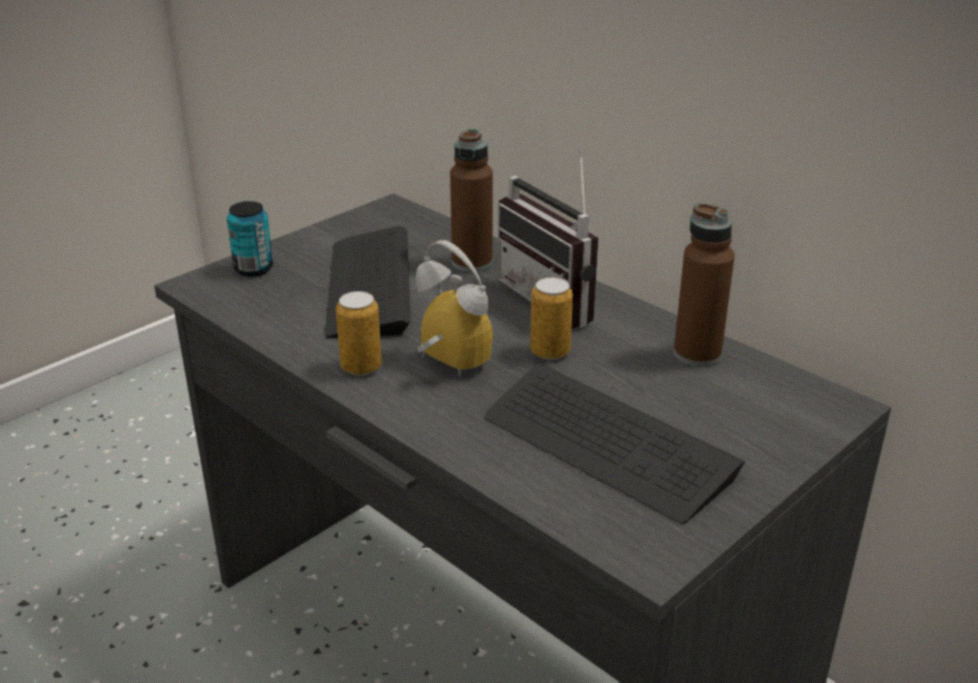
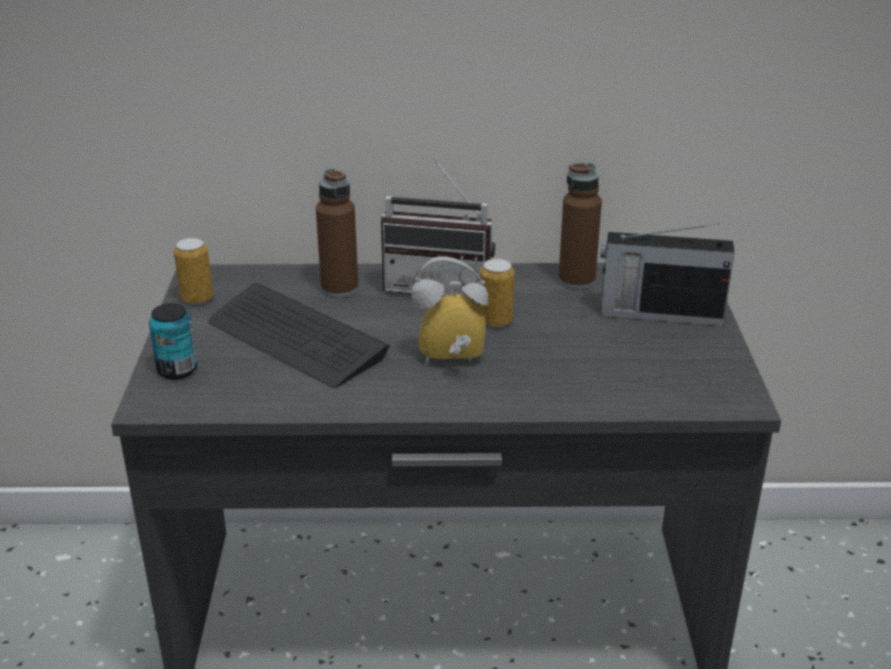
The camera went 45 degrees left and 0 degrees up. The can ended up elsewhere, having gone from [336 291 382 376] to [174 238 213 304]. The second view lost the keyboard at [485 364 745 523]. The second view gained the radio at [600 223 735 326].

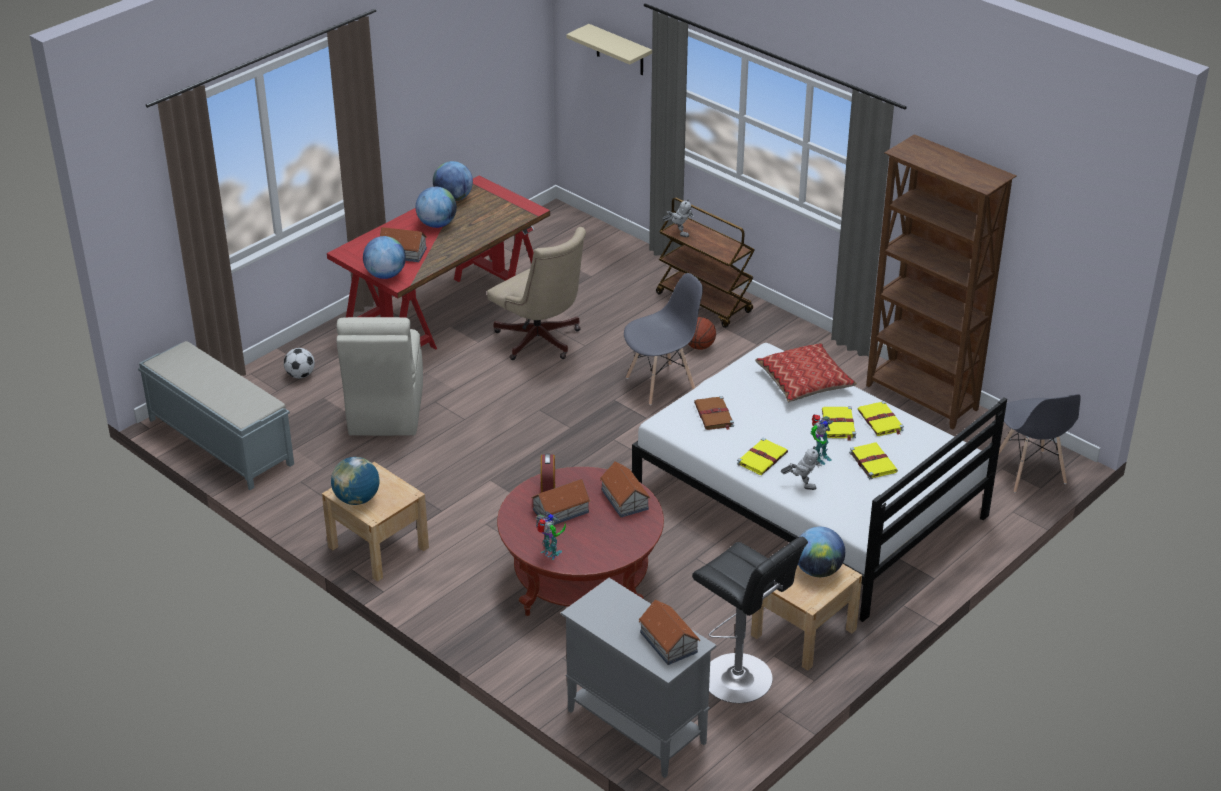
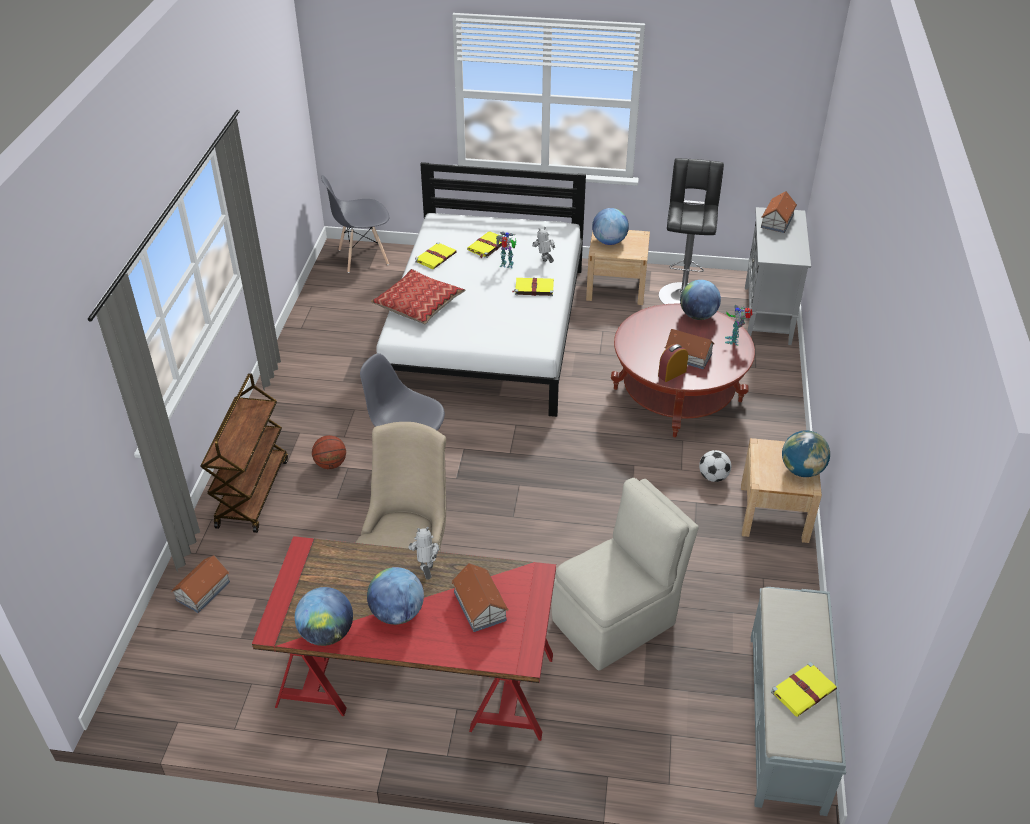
The camera went 125 degrees left and 5 degrees up. The second view lost the beige shelf at [566 24 652 75]. The second view lost the brown bookcase at [866 134 1016 429]. The toy robot ended up elsewhere, having gone from [663 199 694 237] to [408 527 440 580]. The globe ended up elsewhere, having gone from [363 236 406 279] to [680 280 721 320]. The football ended up elsewhere, having gone from [284 348 315 378] to [699 450 731 482]. The grey chair at [998 394 1081 493] ended up facing another way, 150 degrees counterclockwise from before. The second view lost the brown book at [694 396 734 430]. The yellow book ended up elsewhere, having gone from [822 407 856 441] to [771 662 837 717]. The toy house ended up elsewhere, having gone from [600 461 651 517] to [171 555 230 613].

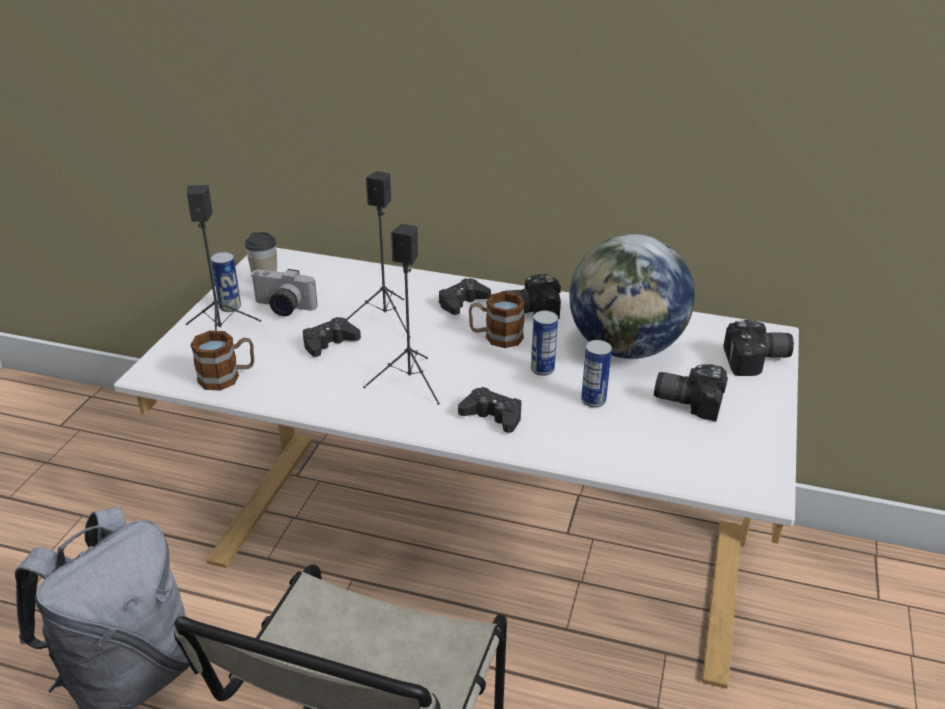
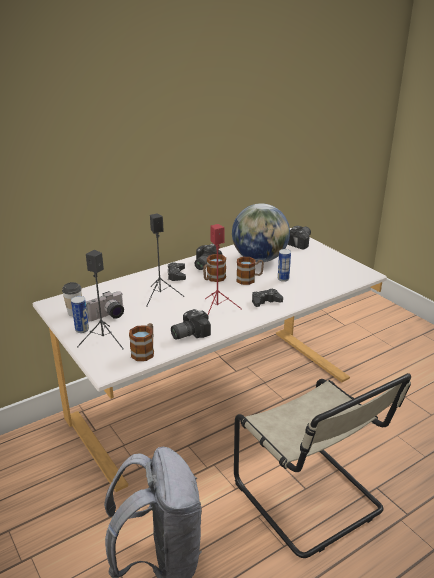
The camera went 50 degrees left and 5 degrees down. What was the black speaker at [363 224 440 405] turned into the red speaker at [205 224 242 315]. Where the can stood at [531 310 558 376], the mug came to stand at [236 257 264 285]. The second view lost the black game controller at [303 317 361 357]. The photo camera ended up elsewhere, having gone from [654 364 728 422] to [171 309 211 340].

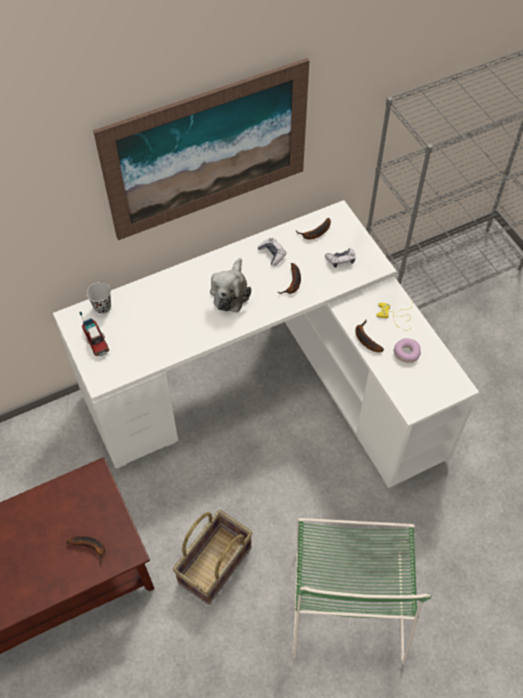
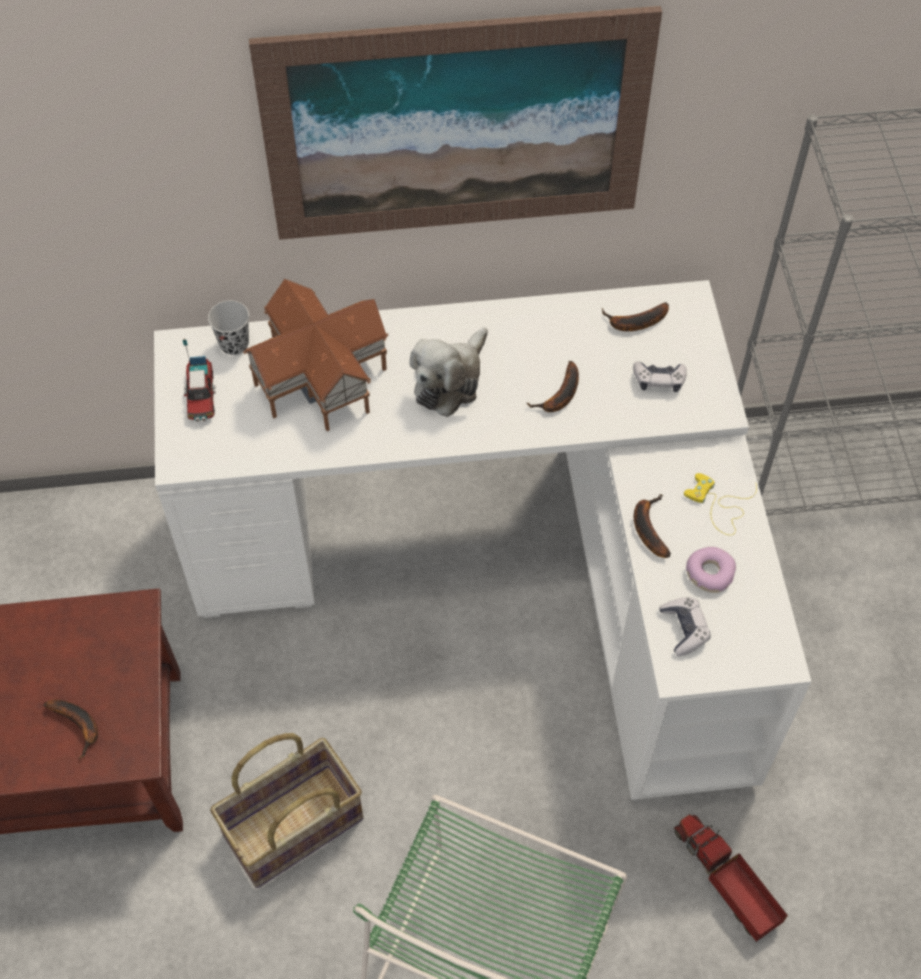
The camera went 20 degrees right and 0 degrees up. The game controller ended up elsewhere, having gone from [257 238 286 266] to [659 597 711 656]. The second view gained the toy house at [243 279 389 431]. The second view gained the toy truck at [673 814 788 942].

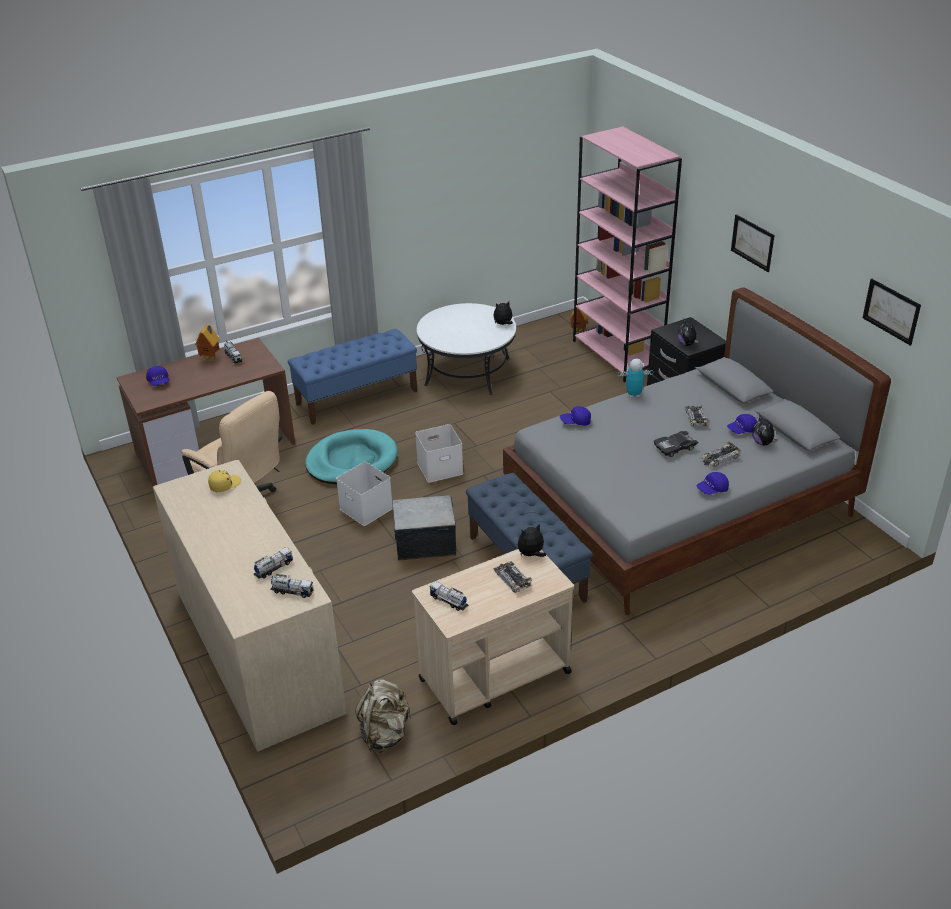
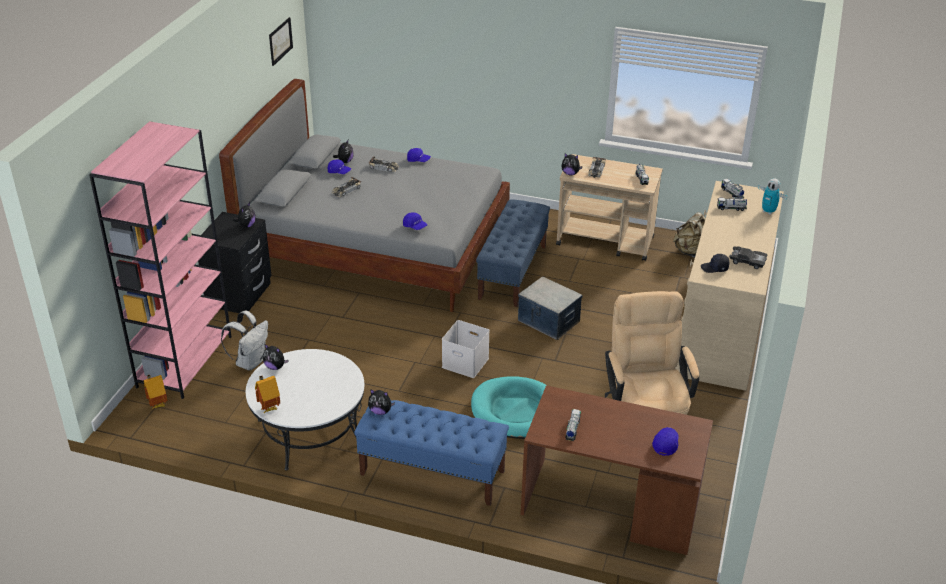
The camera went 135 degrees left and 0 degrees up. The second view lost the picture at [731 214 775 272]. The toy house ended up elsewhere, having gone from [195 324 220 362] to [255 376 280 414]. The toy robot ended up elsewhere, having gone from [618 359 653 397] to [758 179 787 215]. The black toy car ended up elsewhere, having gone from [654 431 698 457] to [729 246 768 269]. The second view lost the white storage box at [336 462 393 526]. What was the yellow cap at [208 470 241 492] turned into the black cap at [701 254 730 273]. The second view gained the white backpack at [221 310 268 371]. The second view gained the plush toy at [368 389 395 415].

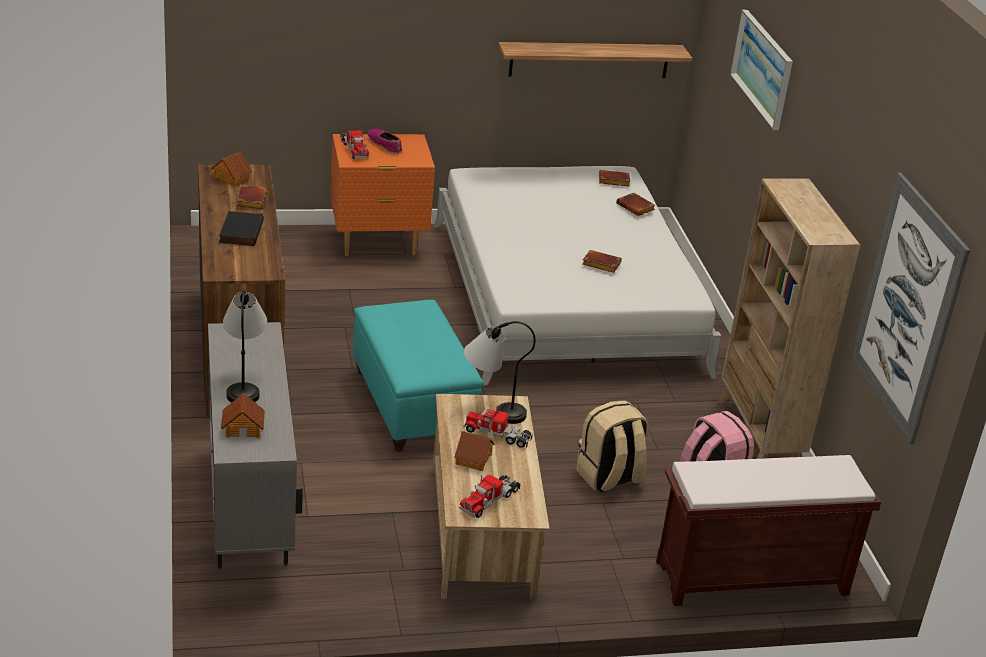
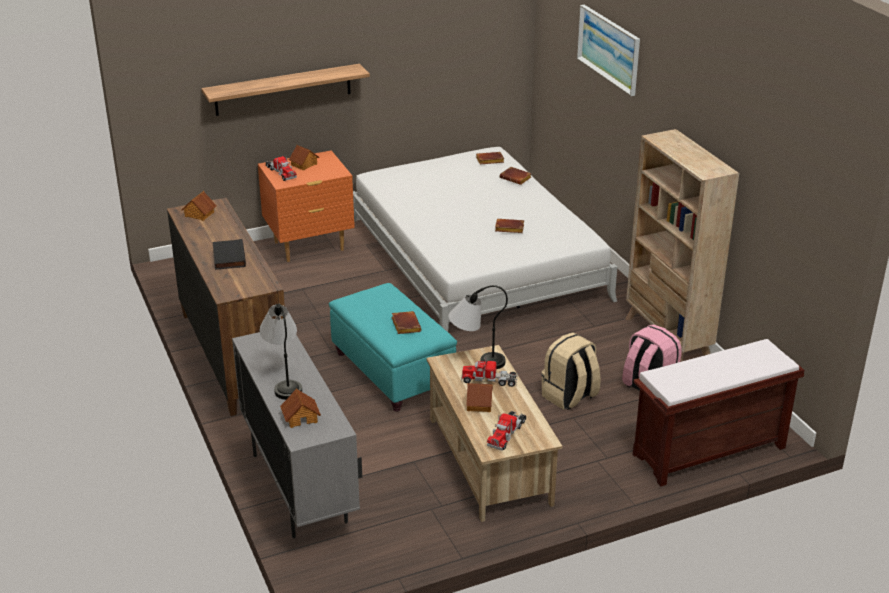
The camera went 10 degrees left and 0 degrees up. The shelf ended up elsewhere, having gone from [498 42 692 78] to [201 64 370 116]. Where the shoe stood at [368 128 402 154], the toy house came to stand at [289 145 320 171]. The second view lost the picture at [851 172 970 444]. The brown book ended up elsewhere, having gone from [236 184 268 209] to [392 311 422 334].

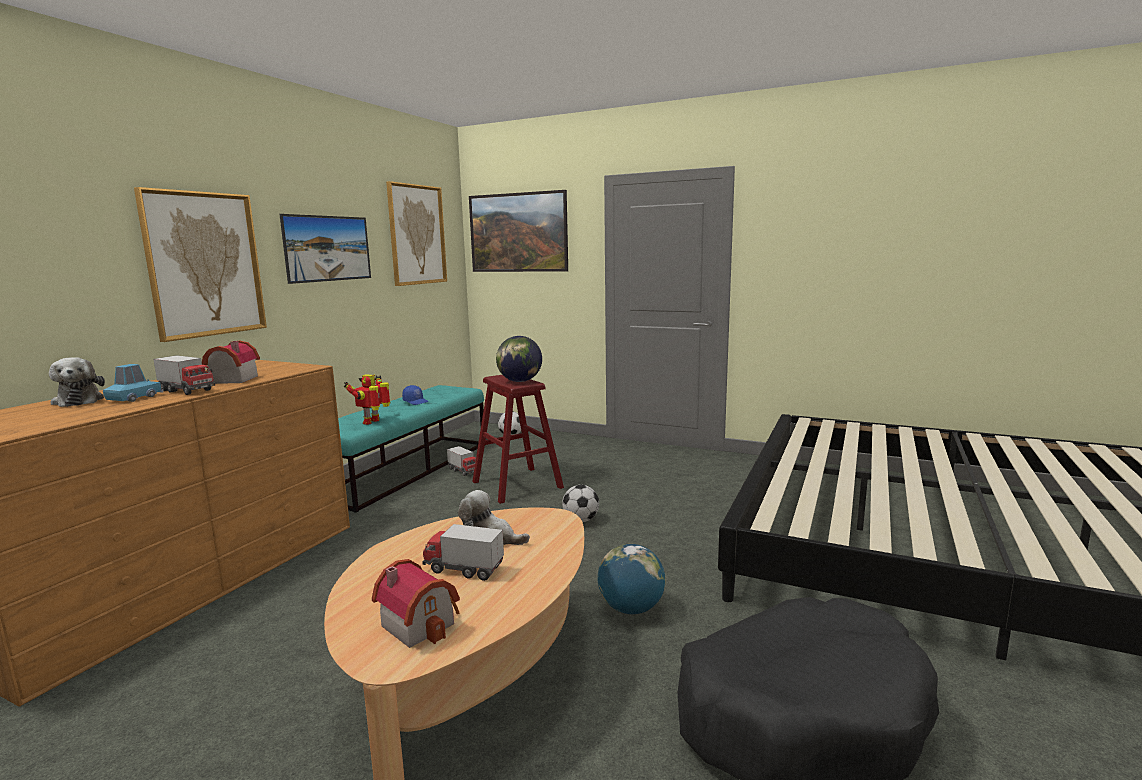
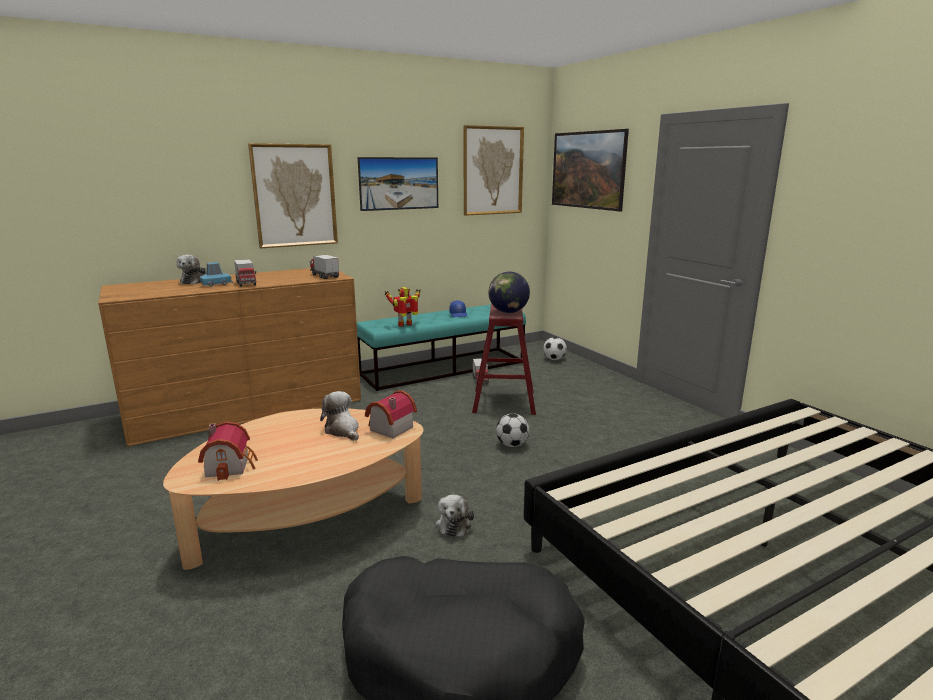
The camera went 35 degrees right and 5 degrees up. The toy house ended up elsewhere, having gone from [202 340 260 384] to [365 391 417 438]. The toy truck ended up elsewhere, having gone from [422 524 504 581] to [310 255 339 279]. Where the globe stood at [598 544 665 614], the plush toy came to stand at [436 494 474 537].

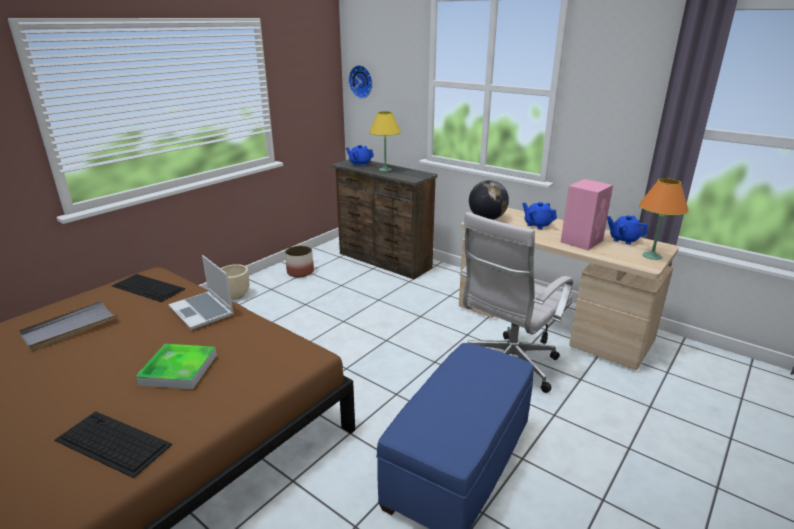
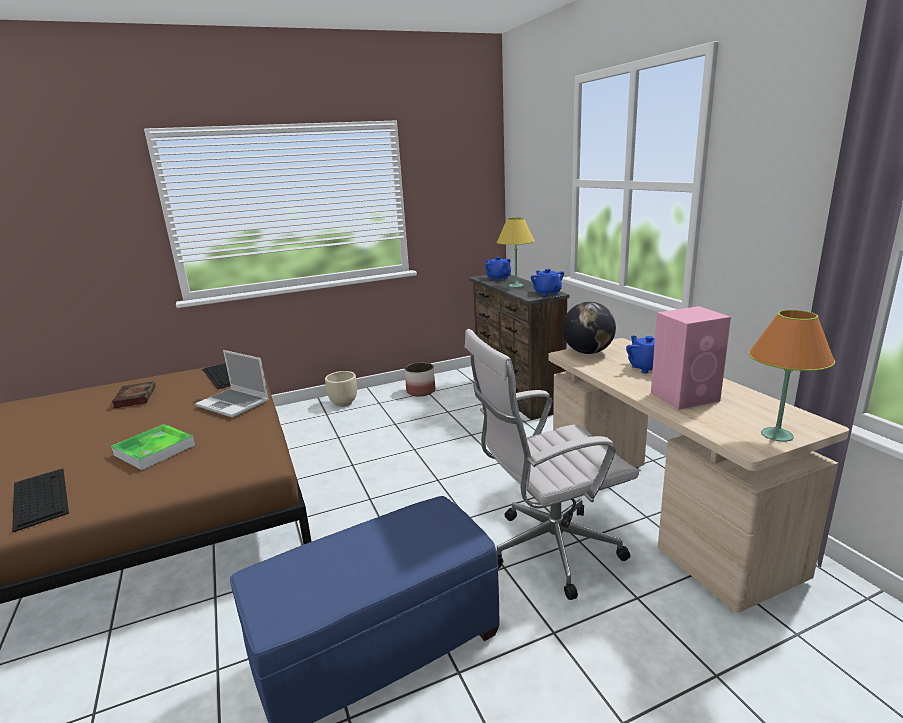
The camera went 30 degrees right and 5 degrees down. The second view lost the wall clock at [349 65 373 99]. The blue teapot ended up elsewhere, having gone from [607 215 648 245] to [531 269 564 296]. The laptop at [168 255 234 330] ended up facing another way, 45 degrees counterclockwise from before. Where the grey tray stood at [18 300 117 351], the book came to stand at [112 381 156 408].

